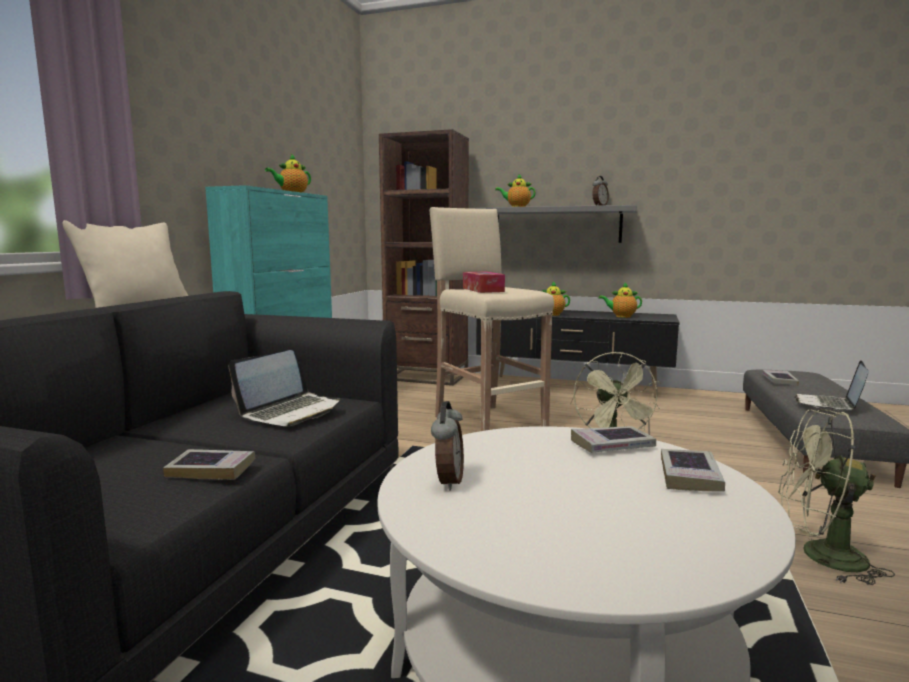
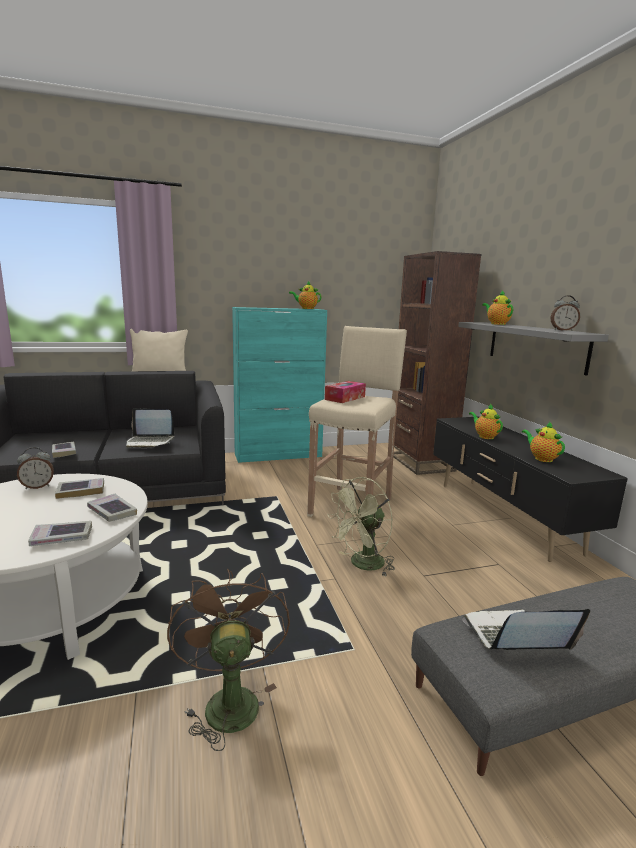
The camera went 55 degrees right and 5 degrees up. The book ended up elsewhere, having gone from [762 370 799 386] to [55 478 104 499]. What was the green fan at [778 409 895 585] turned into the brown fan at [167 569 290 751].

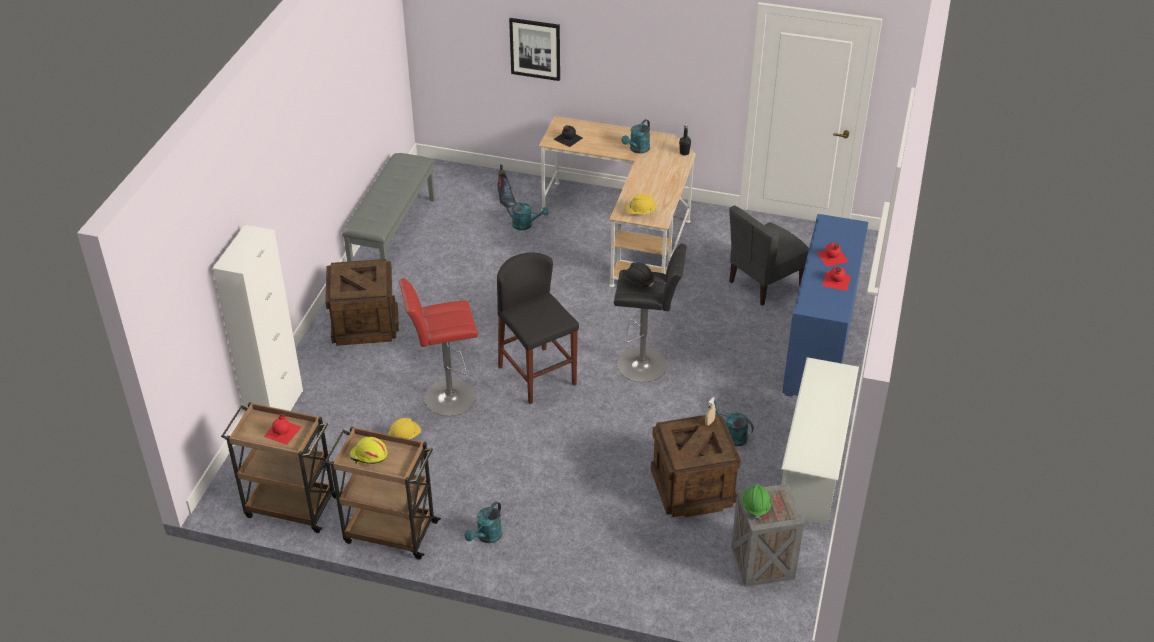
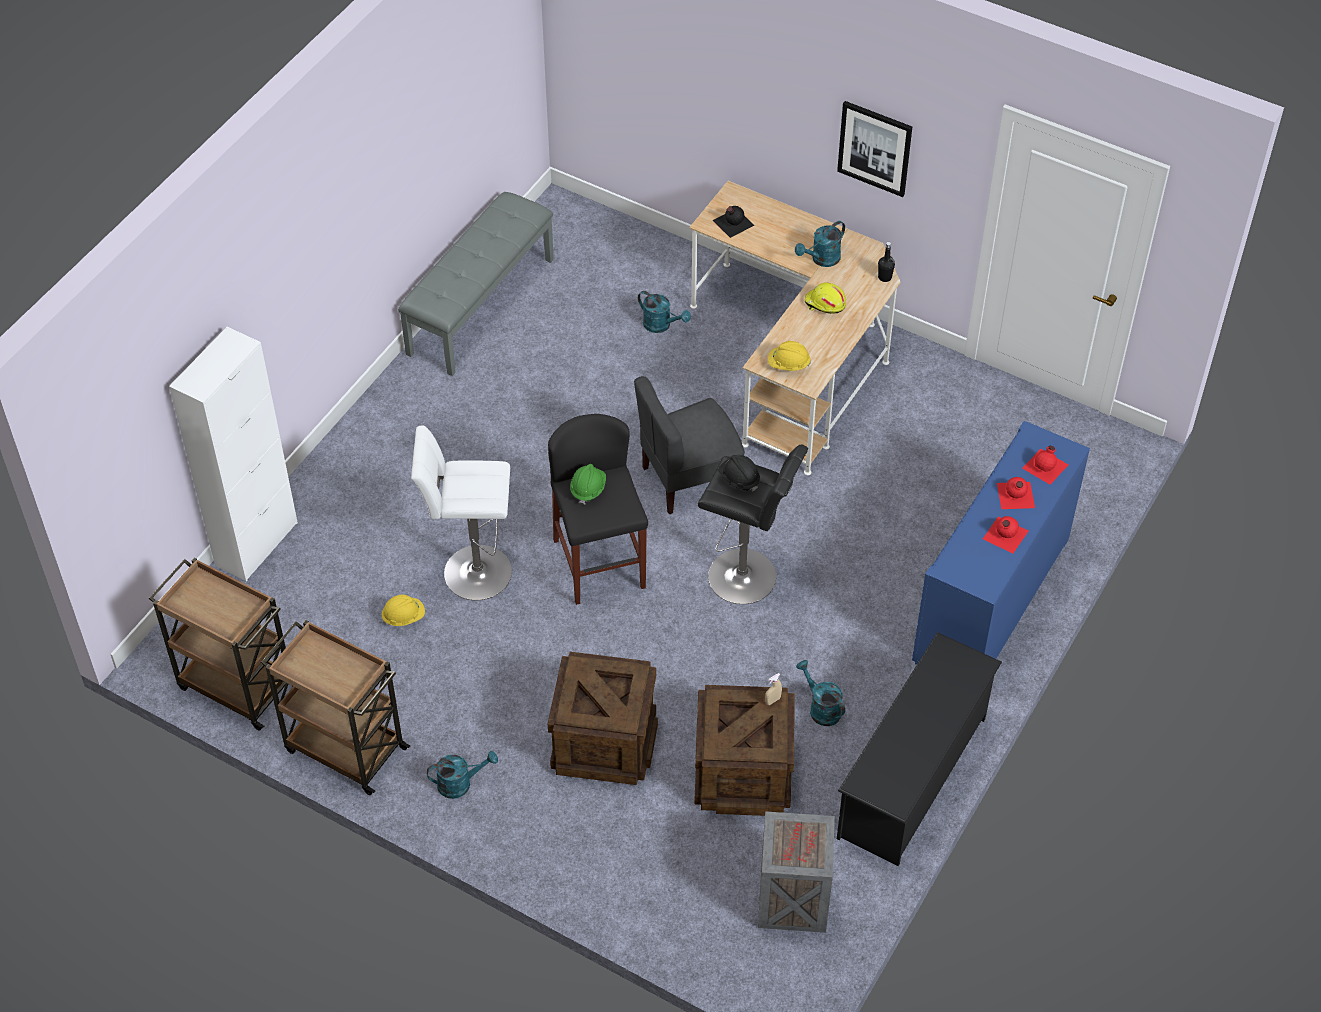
The camera went 15 degrees right and 10 degrees up. The picture ended up elsewhere, having gone from [509 18 560 81] to [837 101 912 197]. The second view lost the boot at [497 165 516 207]. The grey chair ended up elsewhere, having gone from [729 206 809 306] to [634 376 745 514]. The crate ended up elsewhere, having gone from [325 259 399 346] to [548 652 658 785]. What was the red stool at [399 278 478 416] turned into the white stool at [411 425 512 600]. What was the white shoe rack at [781 357 859 525] turned into the black shoe rack at [837 632 1002 866]. The red bottle ended up elsewhere, having gone from [264 413 302 445] to [1022 446 1068 485]. The yellow hard hat ended up elsewhere, having gone from [350 437 388 464] to [805 282 846 314]. The green hard hat ended up elsewhere, having gone from [742 484 771 520] to [570 464 606 505]. The turquoise watering can at [464 501 502 543] ended up facing another way, 150 degrees counterclockwise from before.

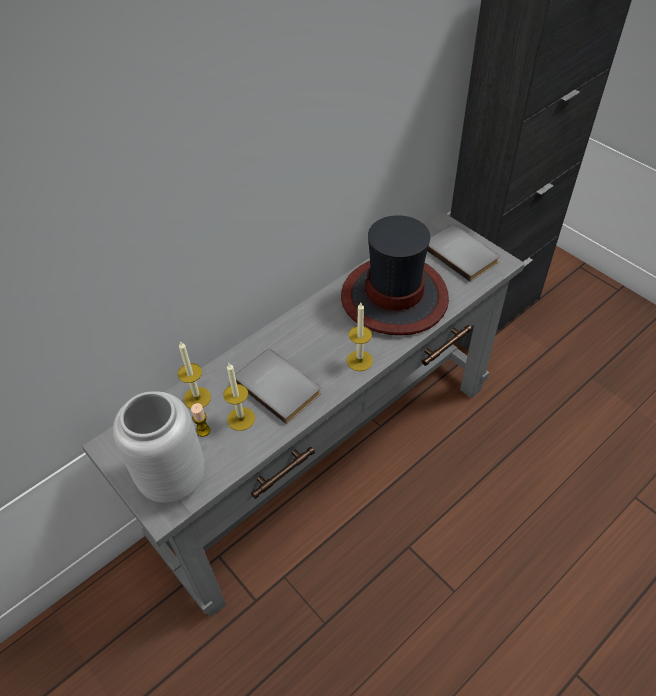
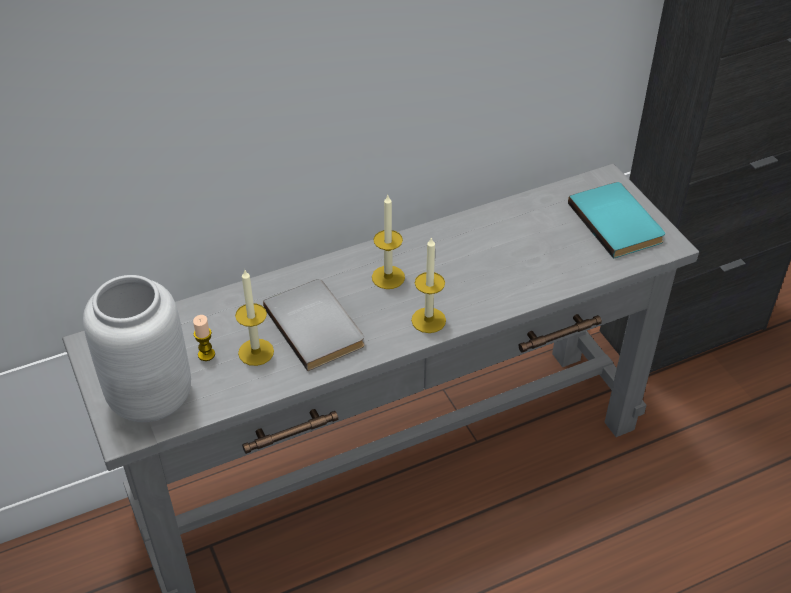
The camera went 15 degrees right and 5 degrees down. The second view lost the hat at [341 215 449 335]. What was the grey book at [427 224 500 282] turned into the turquoise book at [568 182 665 259]. The candle ended up elsewhere, having gone from [178 342 211 409] to [372 195 405 289].

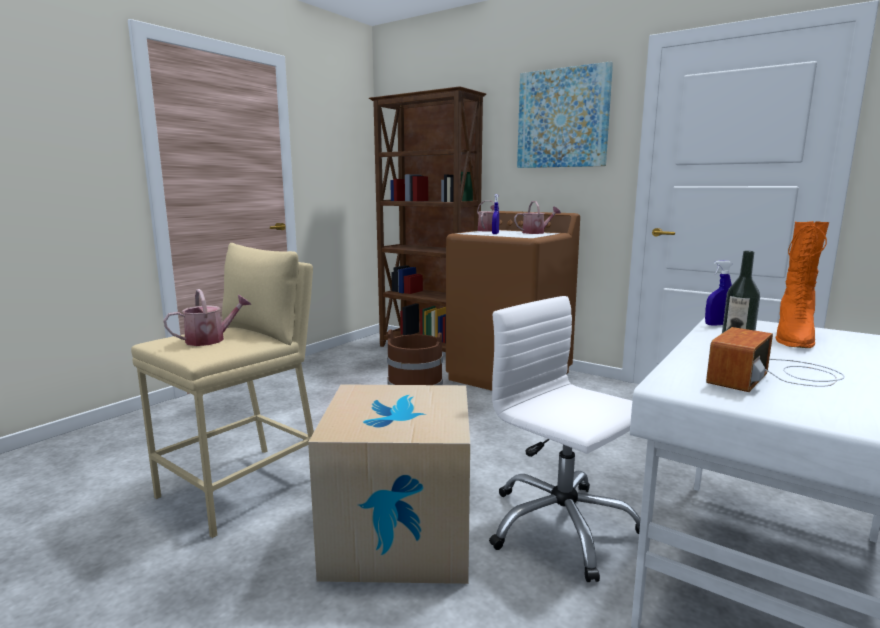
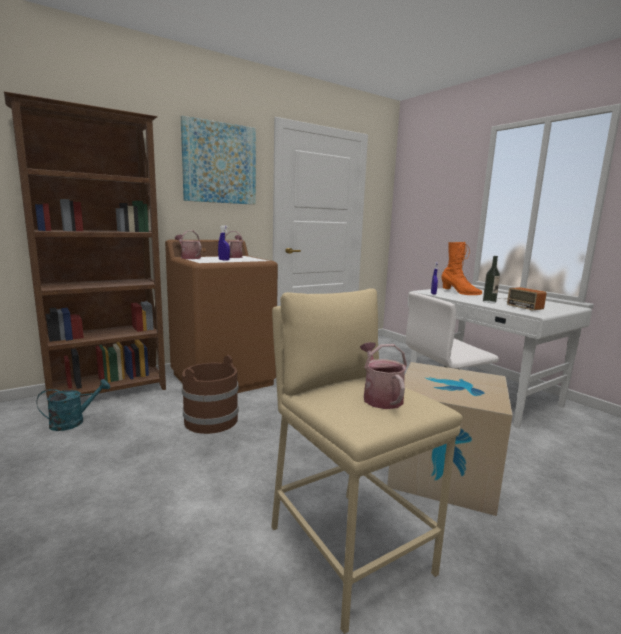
The camera went 70 degrees left and 0 degrees up. The second view gained the turquoise watering can at [36 379 110 431].

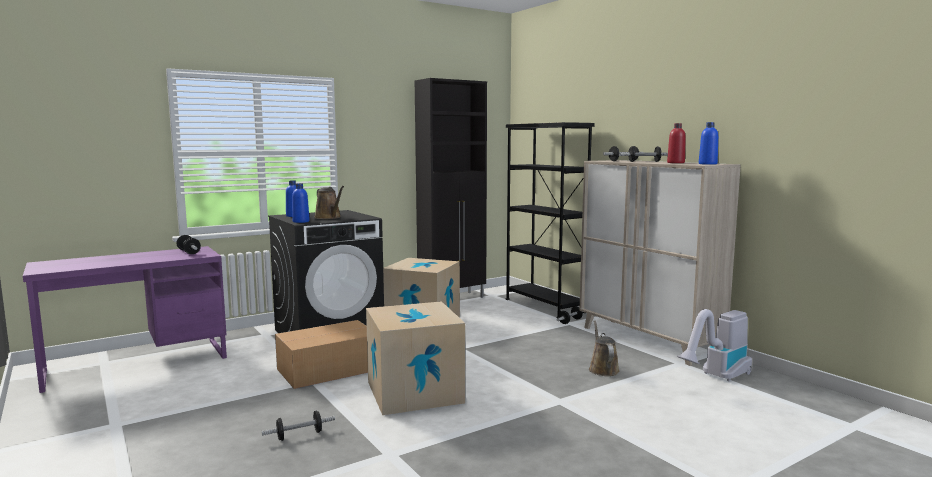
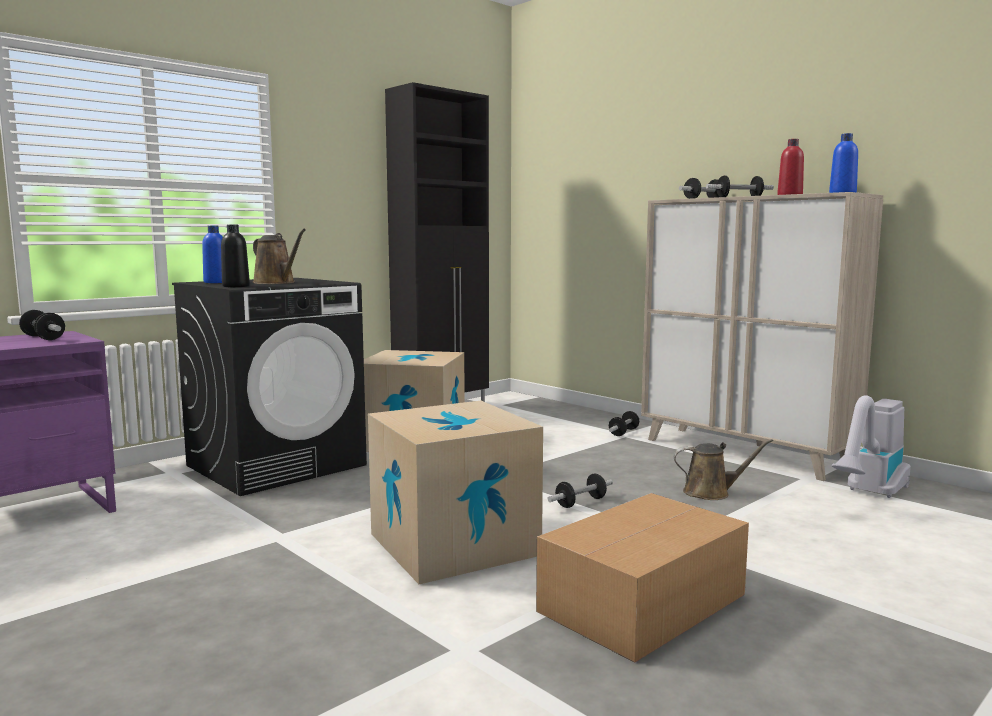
The camera went 10 degrees left and 0 degrees up. The second view lost the black bookcase at [505 122 595 318]. What was the blue bottle at [292 183 310 223] turned into the black bottle at [221 225 250 287]. The cardboard box ended up elsewhere, having gone from [275 320 368 389] to [536 493 749 663]. The brown watering can at [589 321 619 376] ended up facing another way, 105 degrees clockwise from before. The dumbbell ended up elsewhere, having gone from [261 411 335 441] to [548 473 613 508].

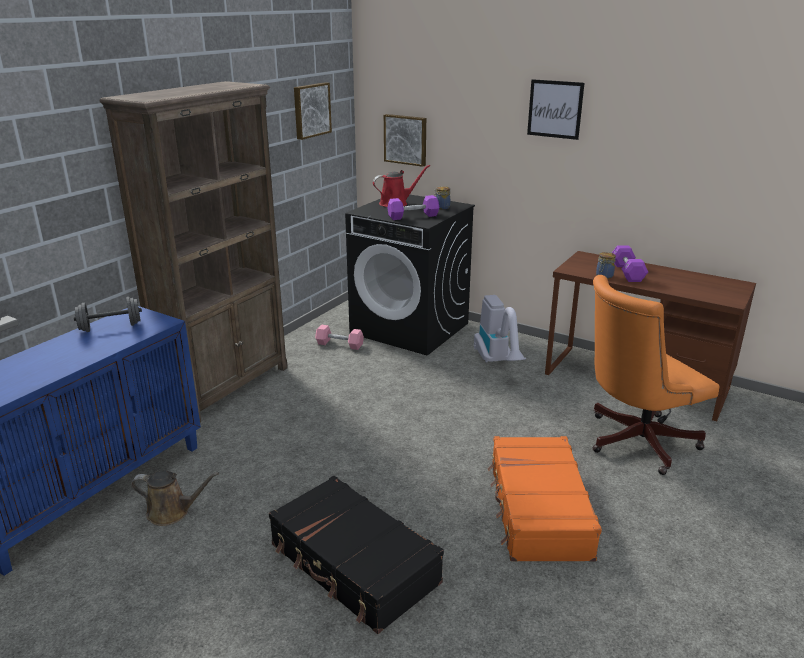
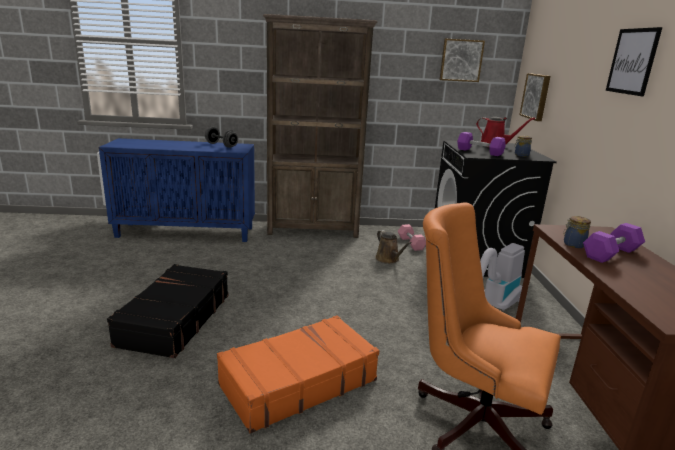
The camera went 55 degrees right and 5 degrees down. The brown watering can ended up elsewhere, having gone from [131 470 219 526] to [375 230 412 264].

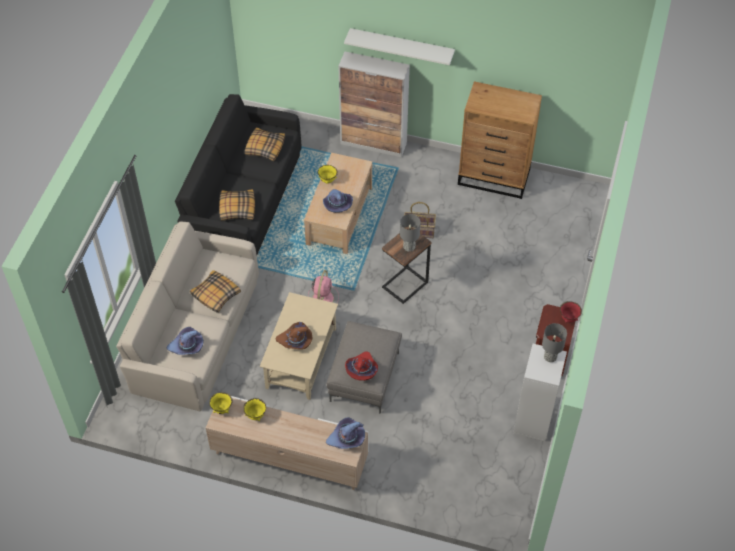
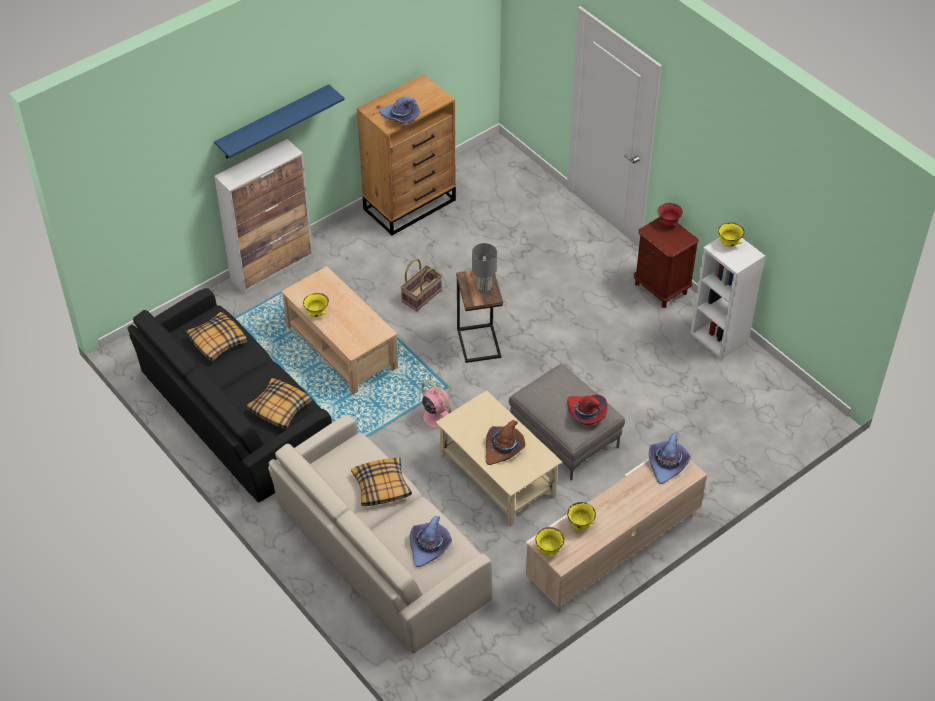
The camera went 55 degrees left and 5 degrees down. What was the white shelf at [344 28 455 65] turned into the blue shelf at [214 84 345 159]. The purple hat ended up elsewhere, having gone from [323 189 353 213] to [379 96 420 124]. Where the grey table lamp stood at [542 323 567 362], the yellow bowl came to stand at [718 222 744 247].

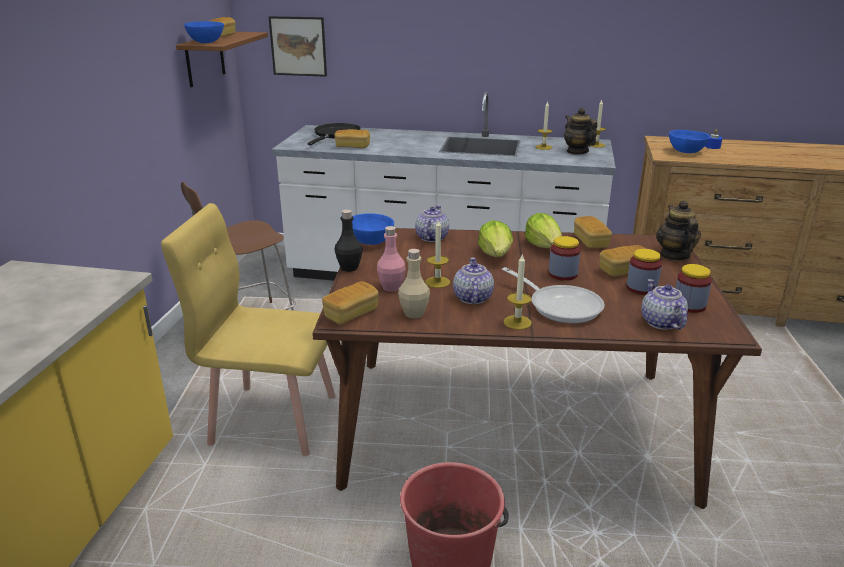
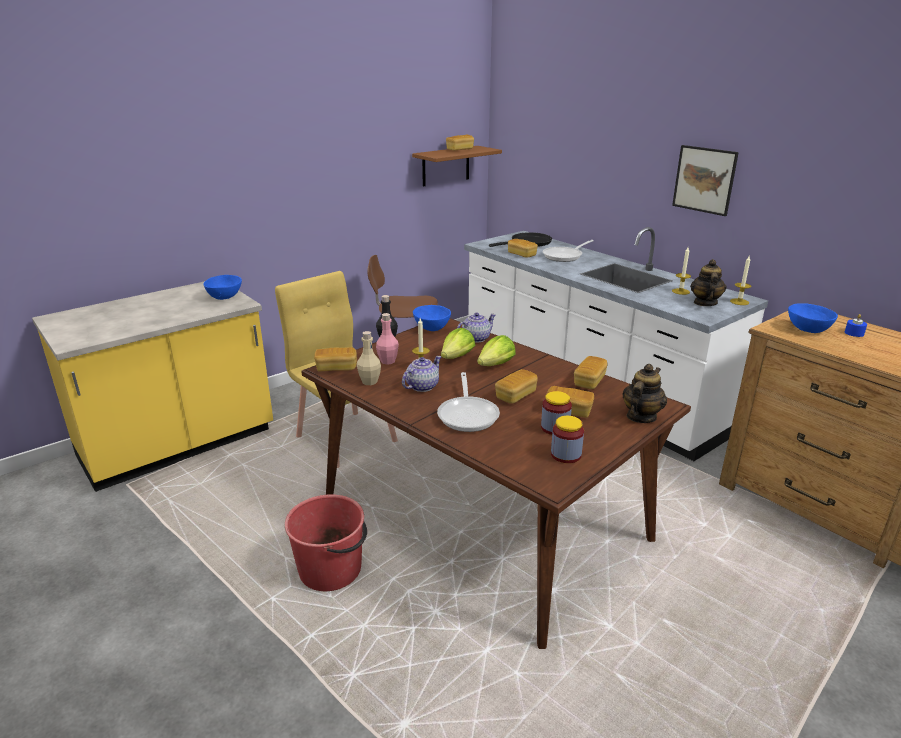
The camera went 40 degrees right and 0 degrees up. The picture ended up elsewhere, having gone from [269 16 327 77] to [672 145 739 216]. The blue bowl ended up elsewhere, having gone from [184 21 224 43] to [204 275 242 300]. The lettuce ended up elsewhere, having gone from [524 213 562 248] to [441 328 475 359]. Where the jar stood at [549 236 581 281], the bread came to stand at [495 369 538 404]. The second view lost the candle at [503 253 532 330]. The second view lost the teapot at [642 279 688 330]. The second view gained the frying pan at [543 240 594 262].

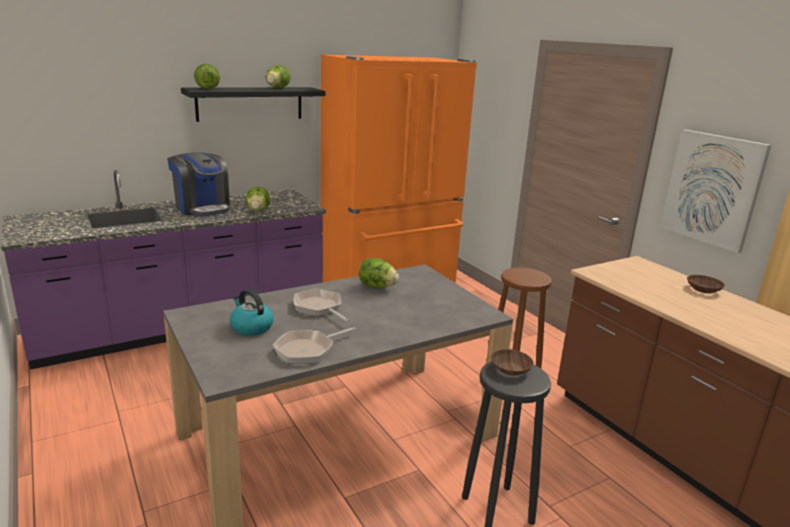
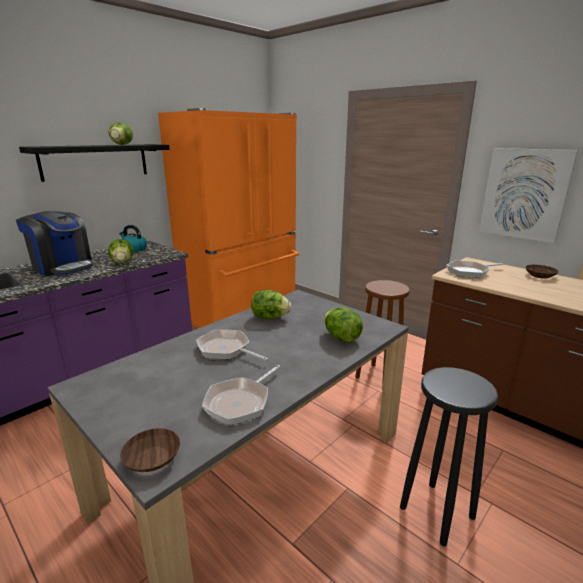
The camera went 15 degrees left and 0 degrees up. The lettuce ended up elsewhere, having gone from [194 64 220 89] to [324 307 363 343]. The kettle ended up elsewhere, having gone from [229 289 274 336] to [119 225 147 252]. The brown bowl ended up elsewhere, having gone from [491 349 534 376] to [120 428 180 472]. The second view gained the frying pan at [446 261 504 278].

